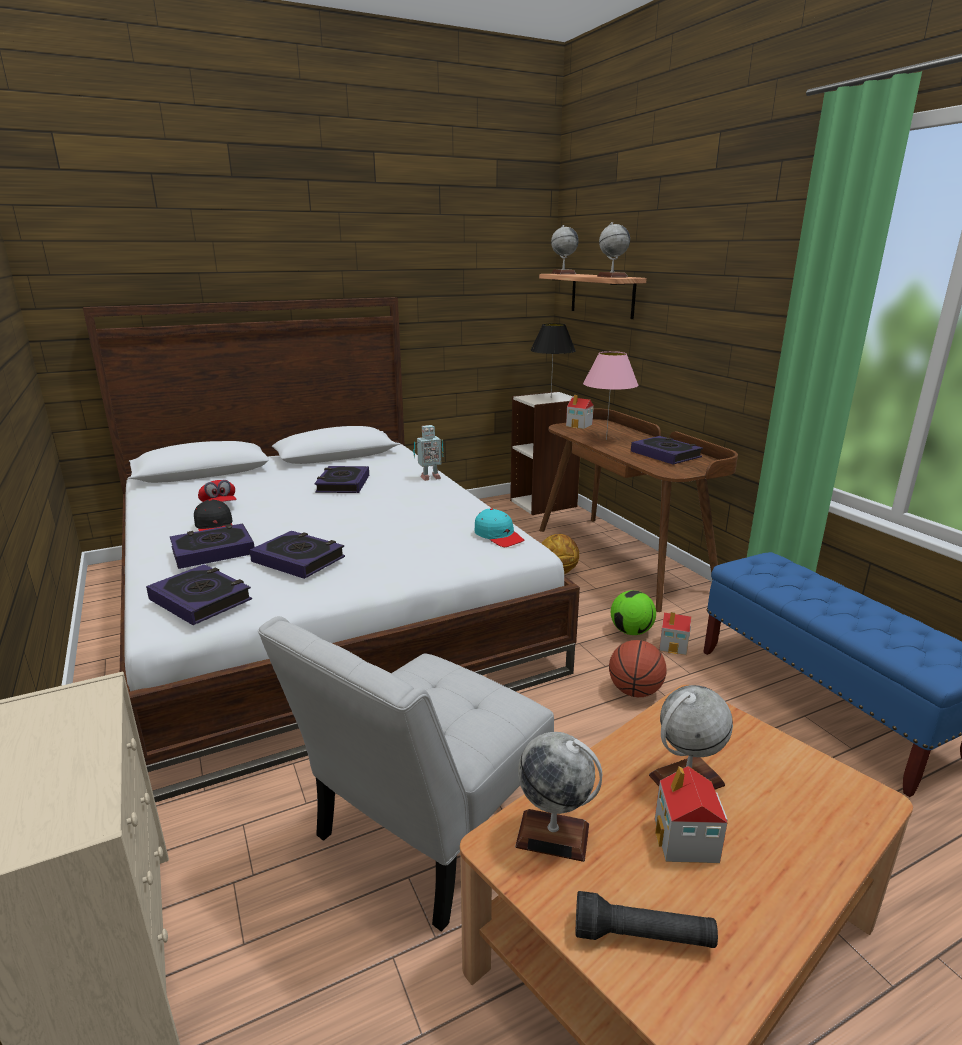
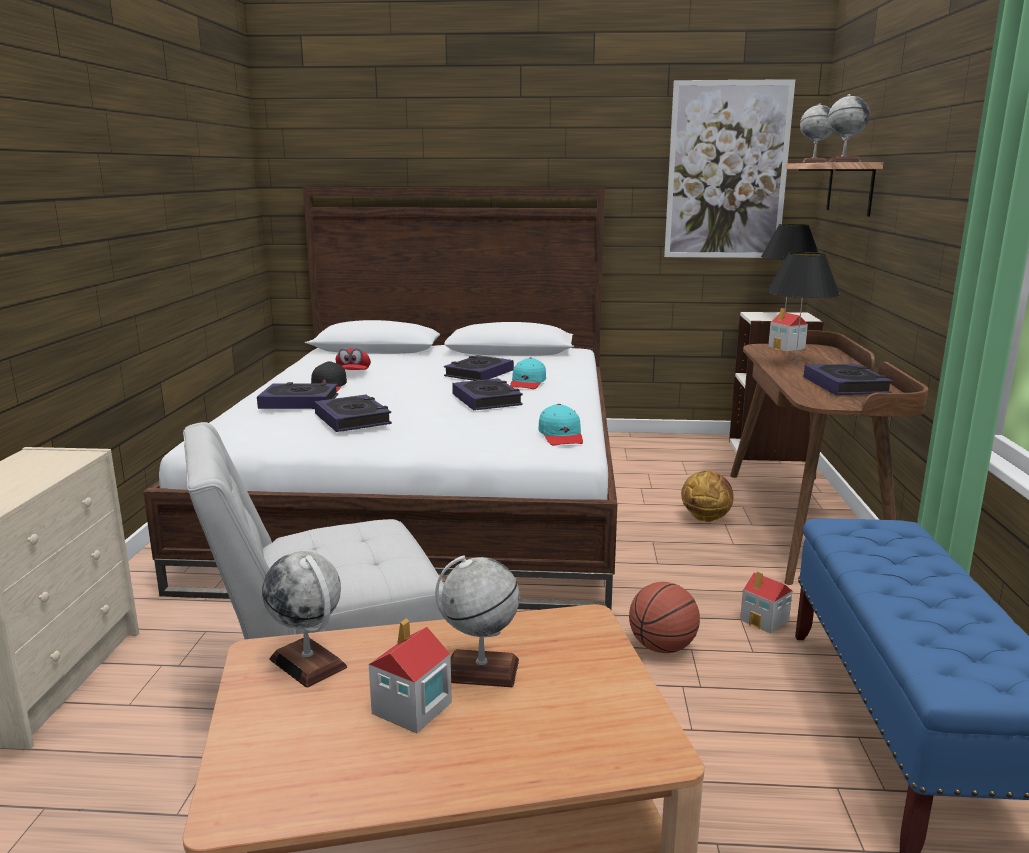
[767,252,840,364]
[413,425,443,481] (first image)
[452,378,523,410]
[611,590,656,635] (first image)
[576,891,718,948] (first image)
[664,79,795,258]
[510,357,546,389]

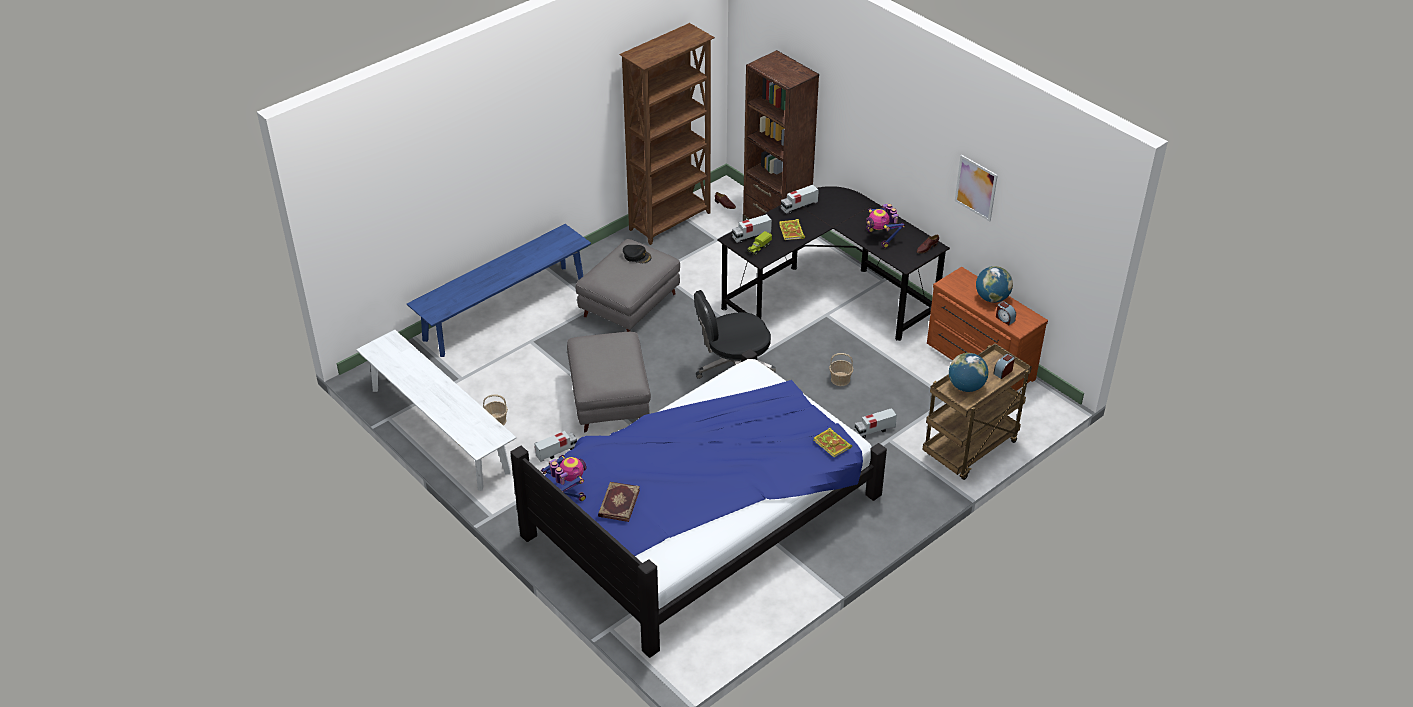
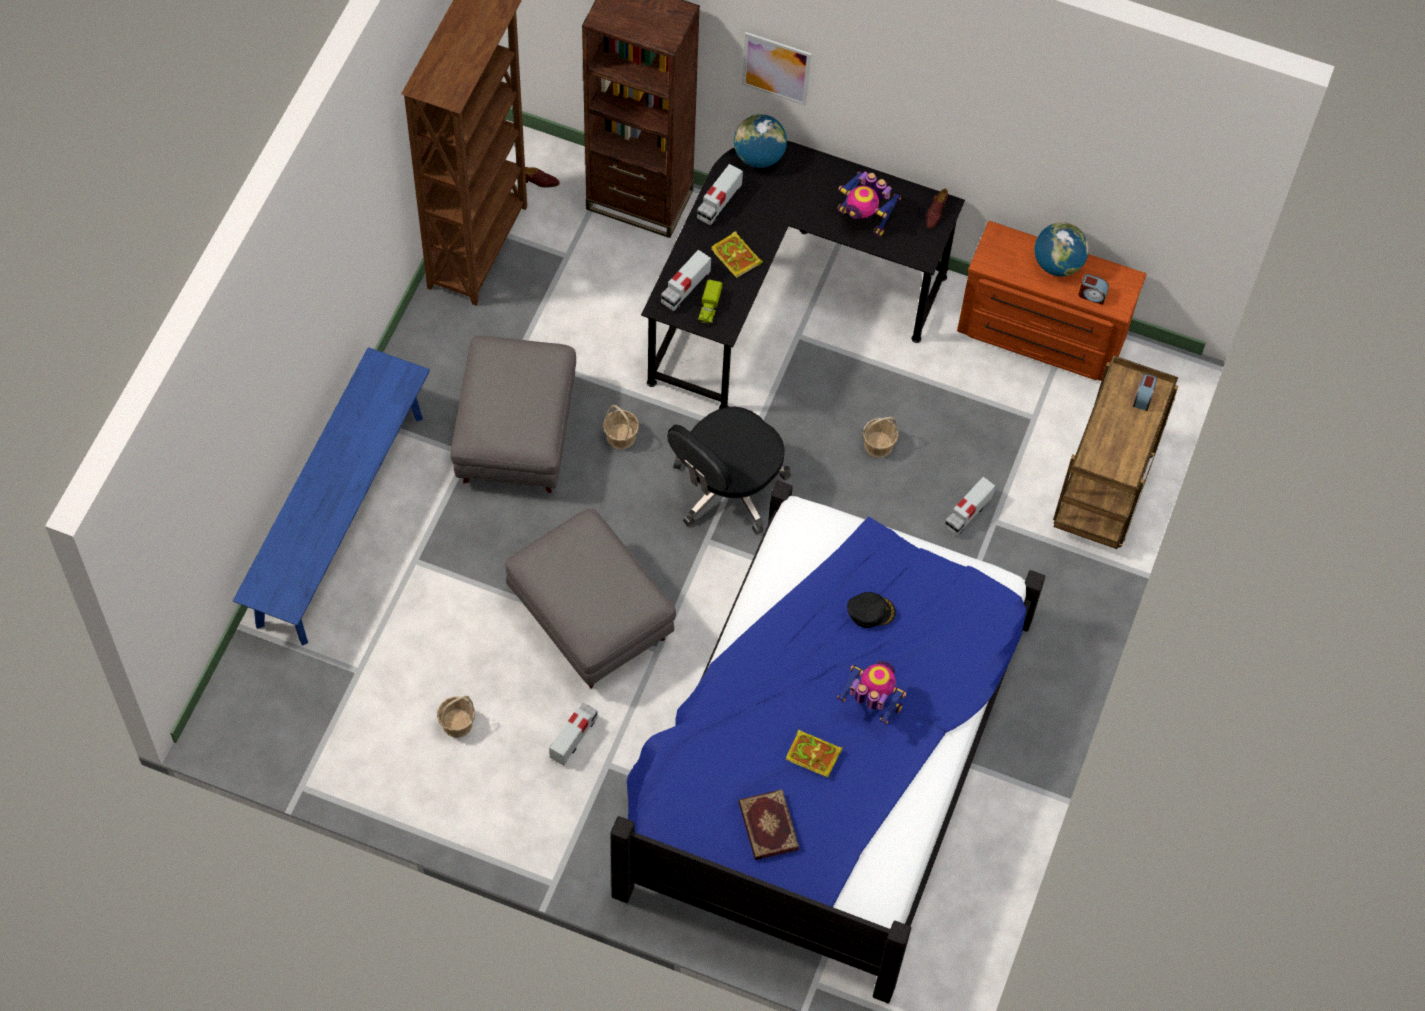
[742,32,811,106]
[847,592,896,628]
[356,330,516,491] (first image)
[734,114,787,168]
[786,730,843,777]
[837,661,906,725]
[603,404,639,449]

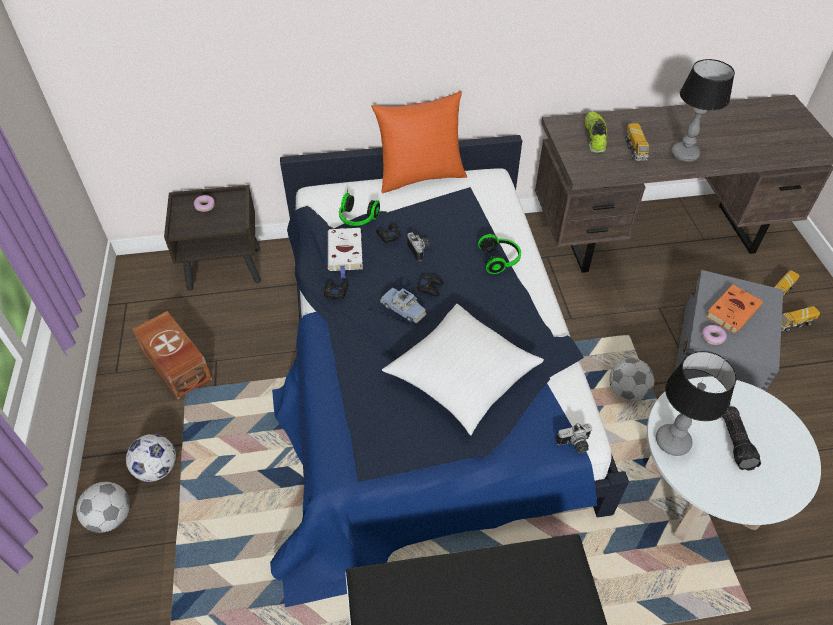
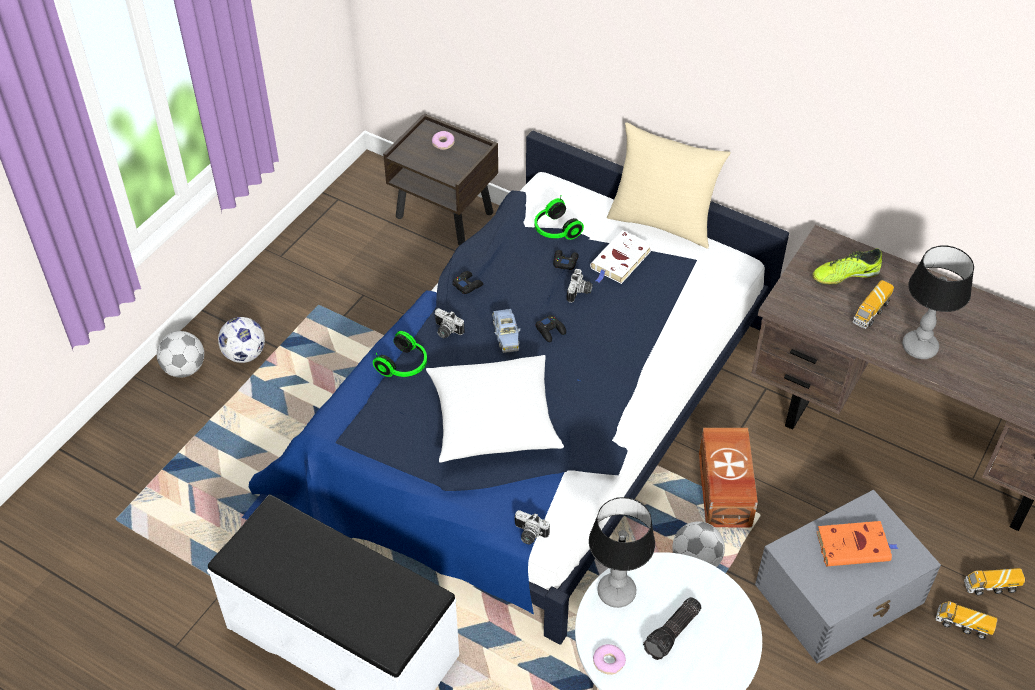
[607,122,731,249]
[812,248,882,285]
[590,230,652,284]
[373,331,427,377]
[699,428,758,527]
[593,644,626,675]
[434,308,464,338]

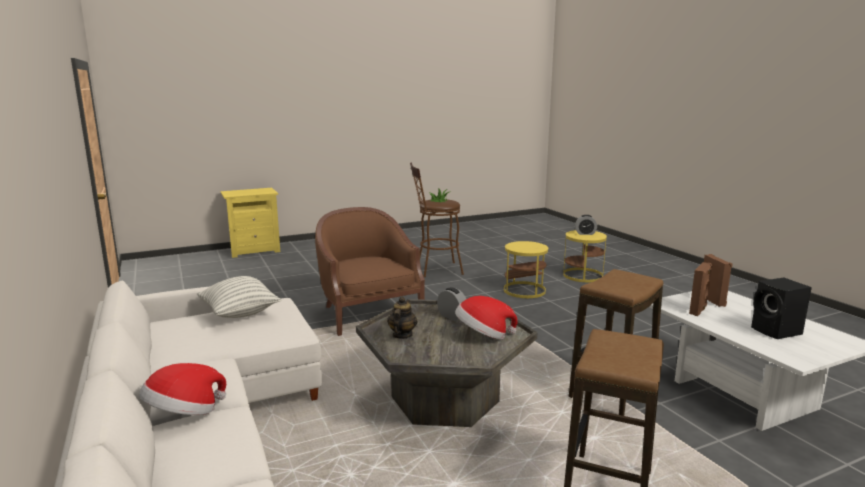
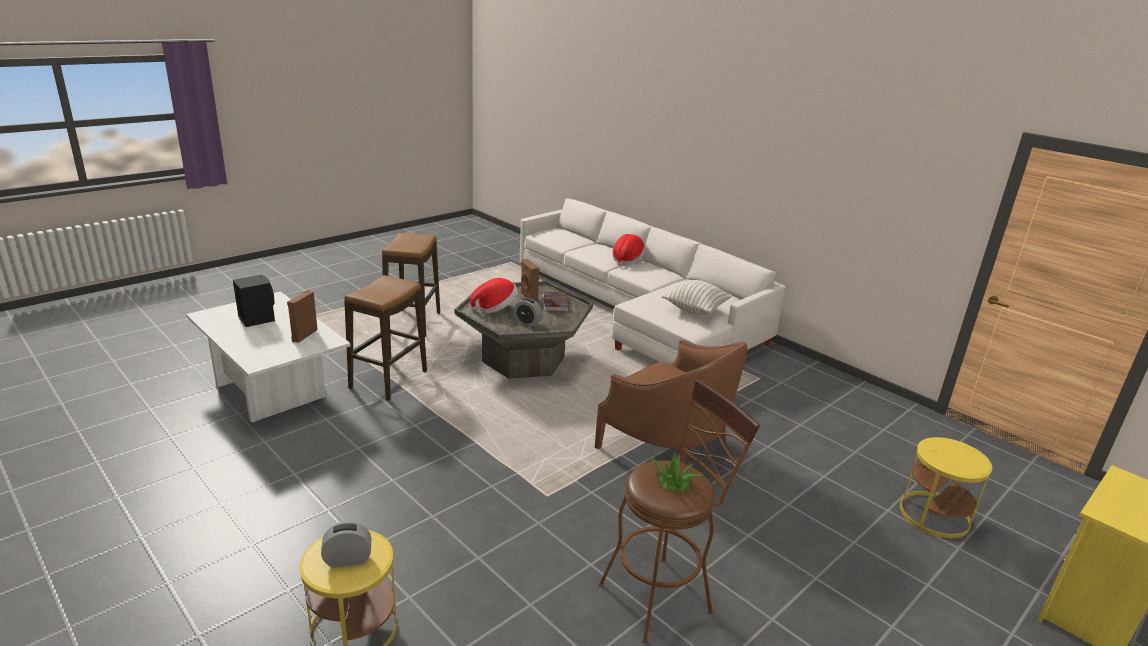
[900,437,992,538]
[520,259,539,302]
[542,292,569,312]

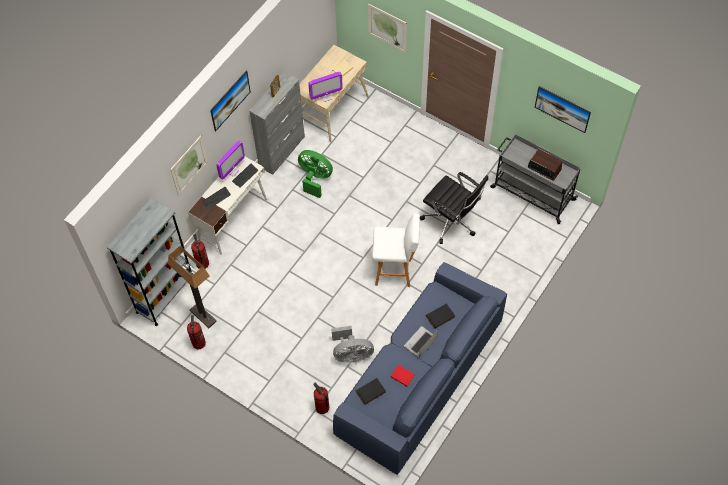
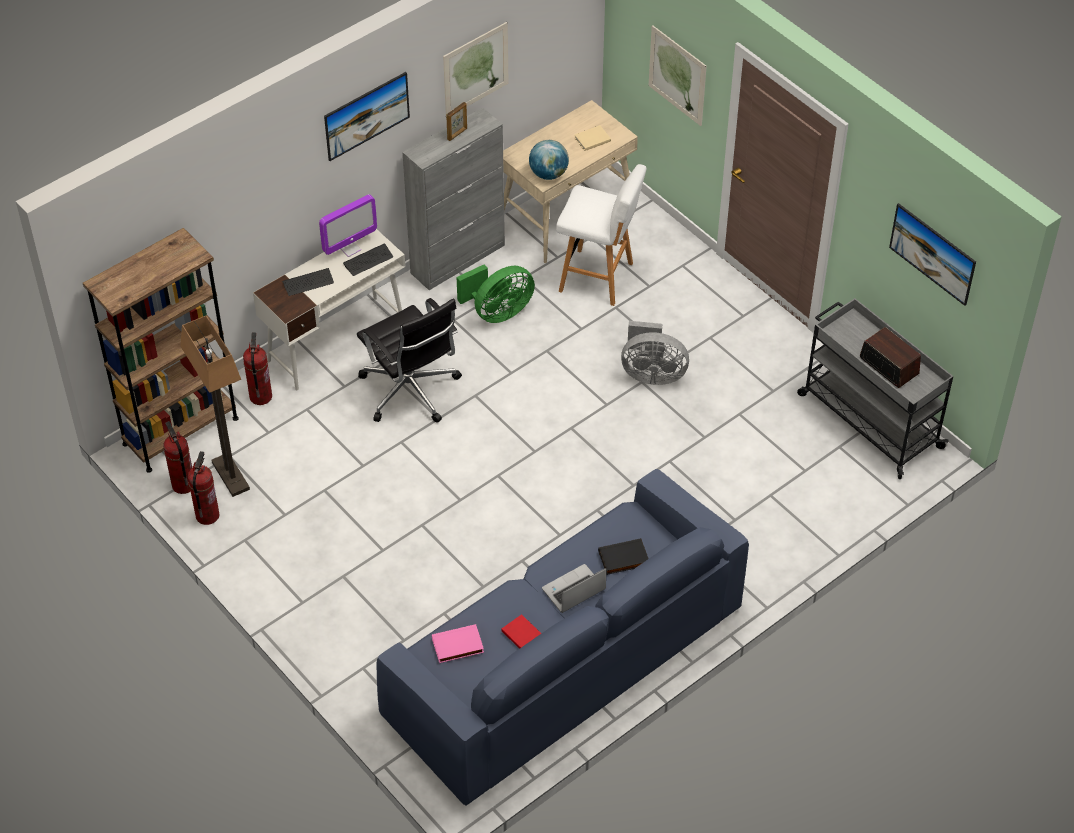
[529,140,569,180]
[443,22,508,117]
[456,264,535,323]
[357,298,462,422]
[83,228,239,473]
[556,164,647,306]
[621,321,689,385]
[432,624,484,663]
[163,421,192,494]

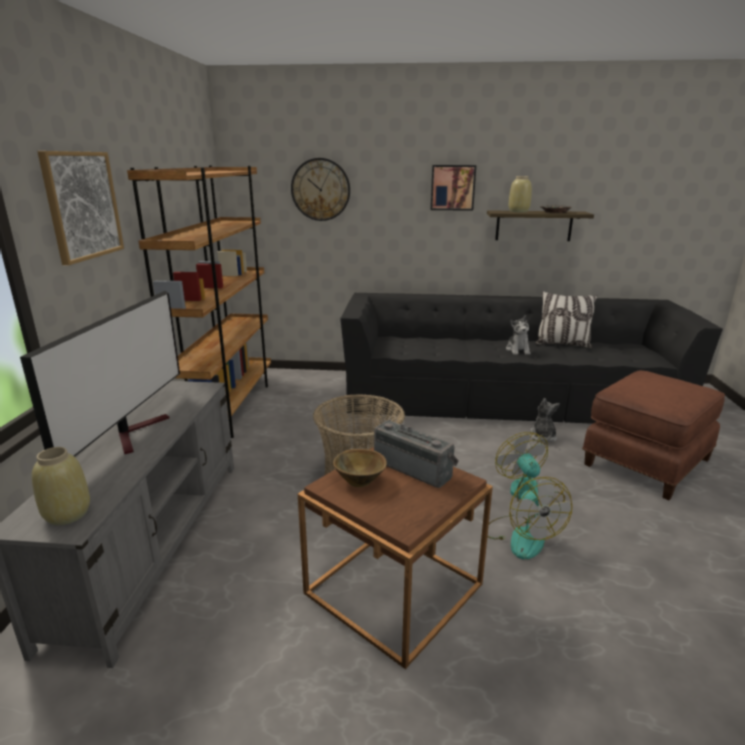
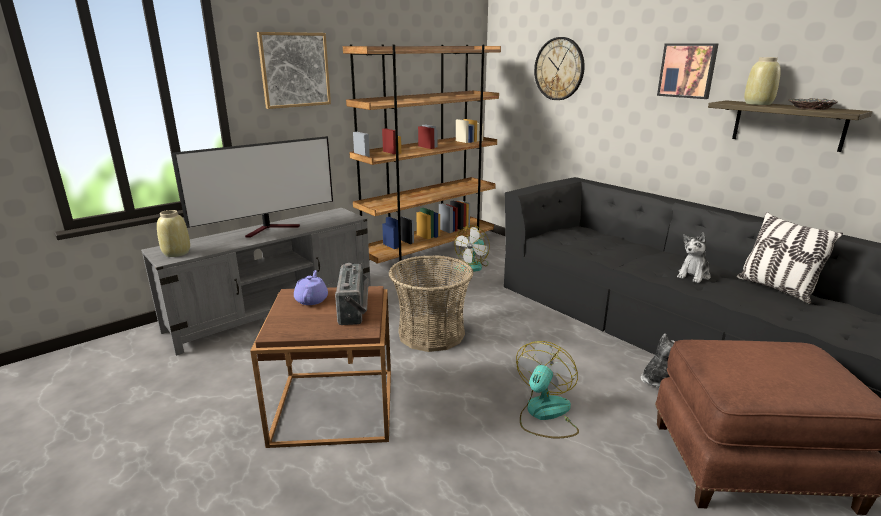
[294,270,328,305]
[454,225,490,272]

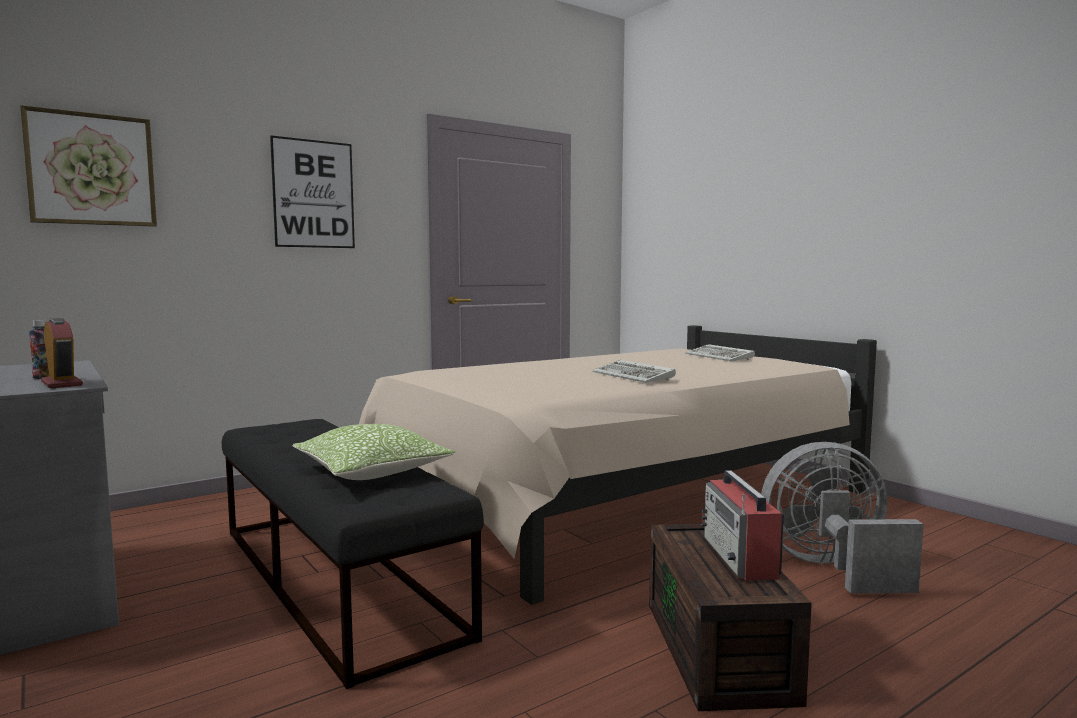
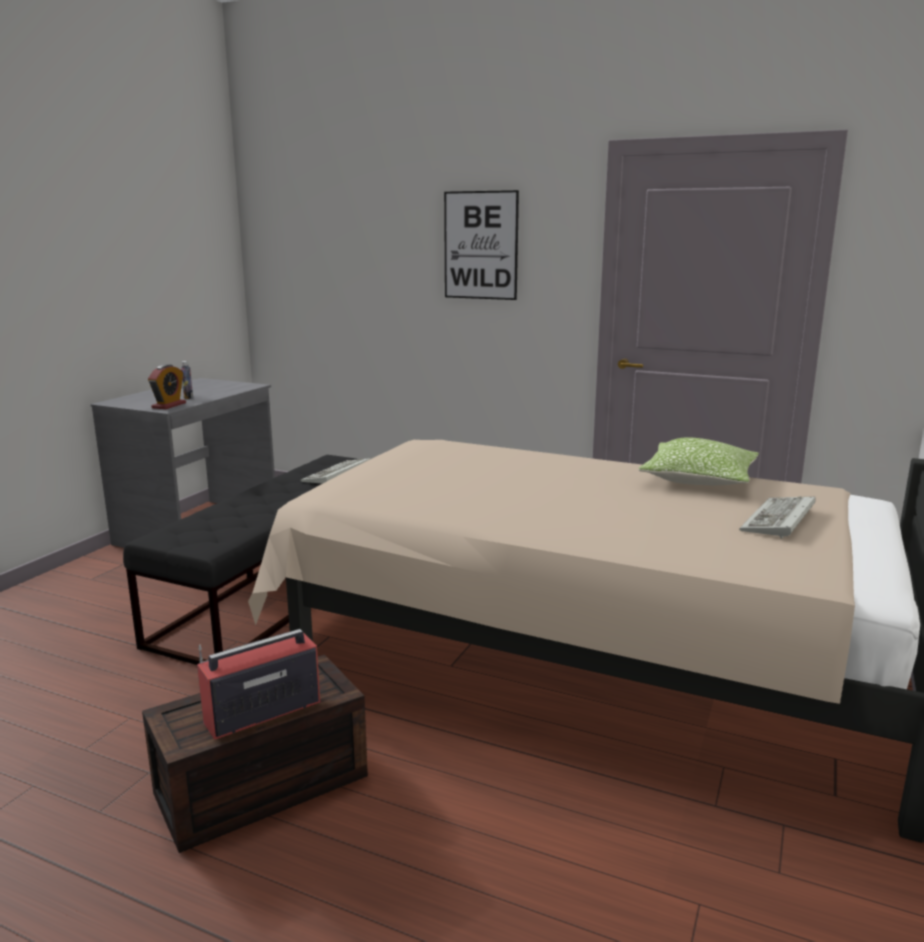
[20,105,157,227] (first image)
[300,458,371,484]
[638,437,759,485]
[761,442,924,593] (first image)

